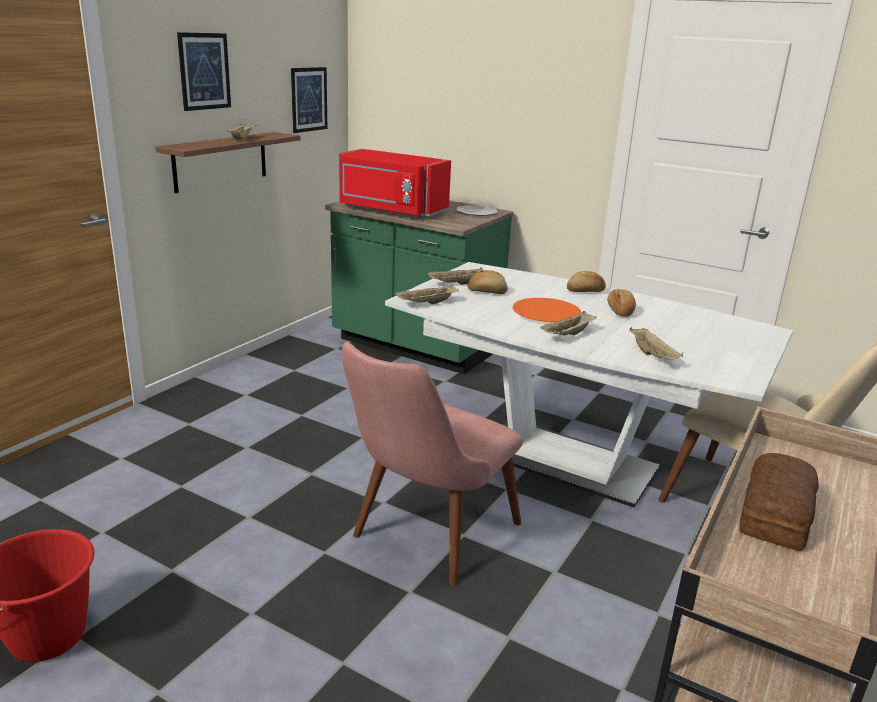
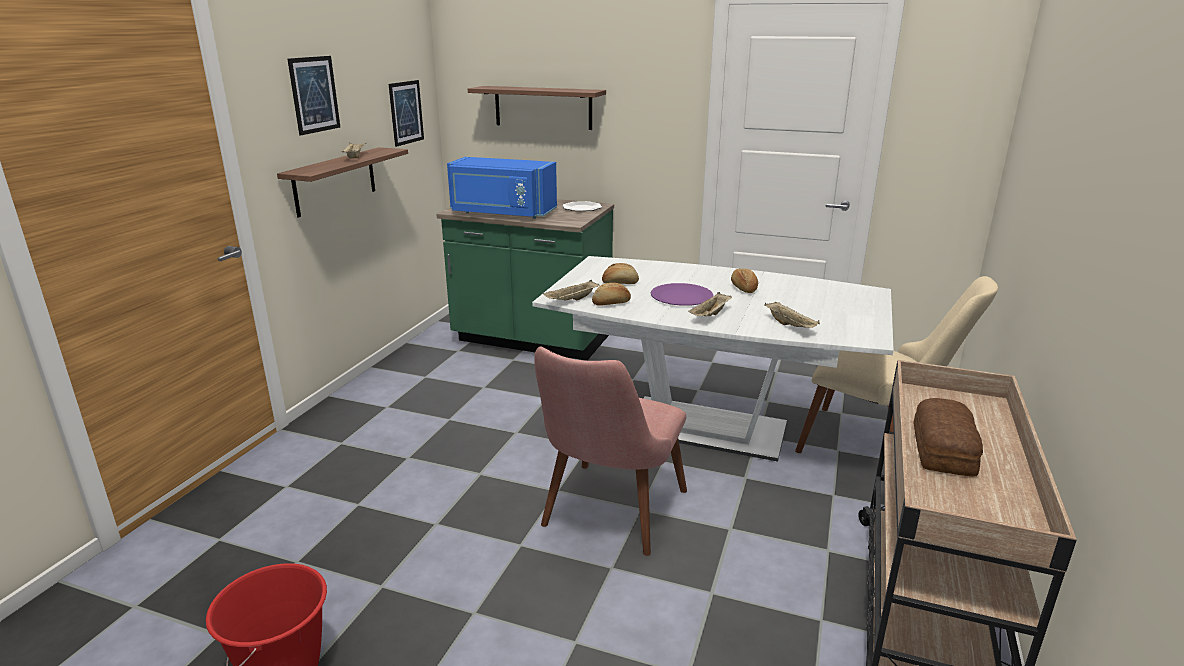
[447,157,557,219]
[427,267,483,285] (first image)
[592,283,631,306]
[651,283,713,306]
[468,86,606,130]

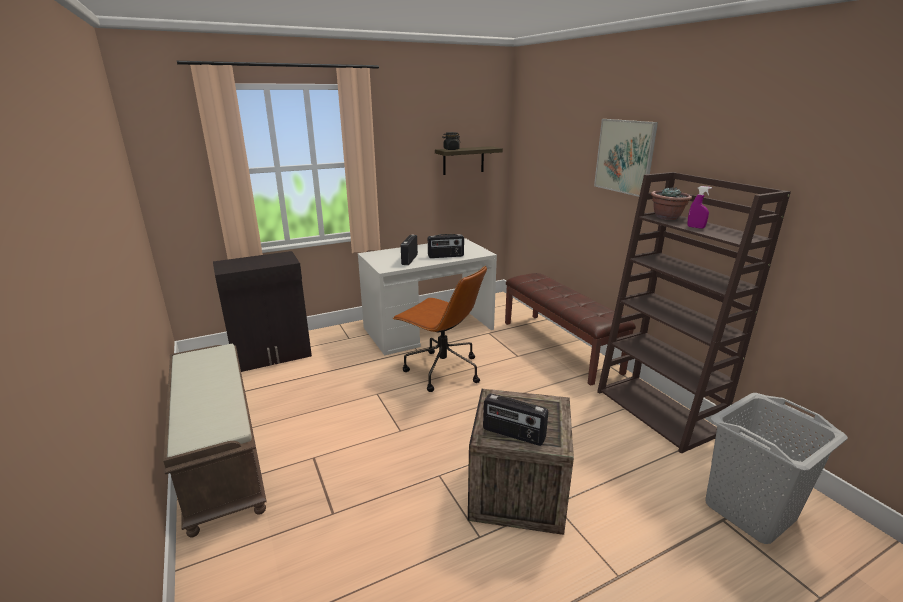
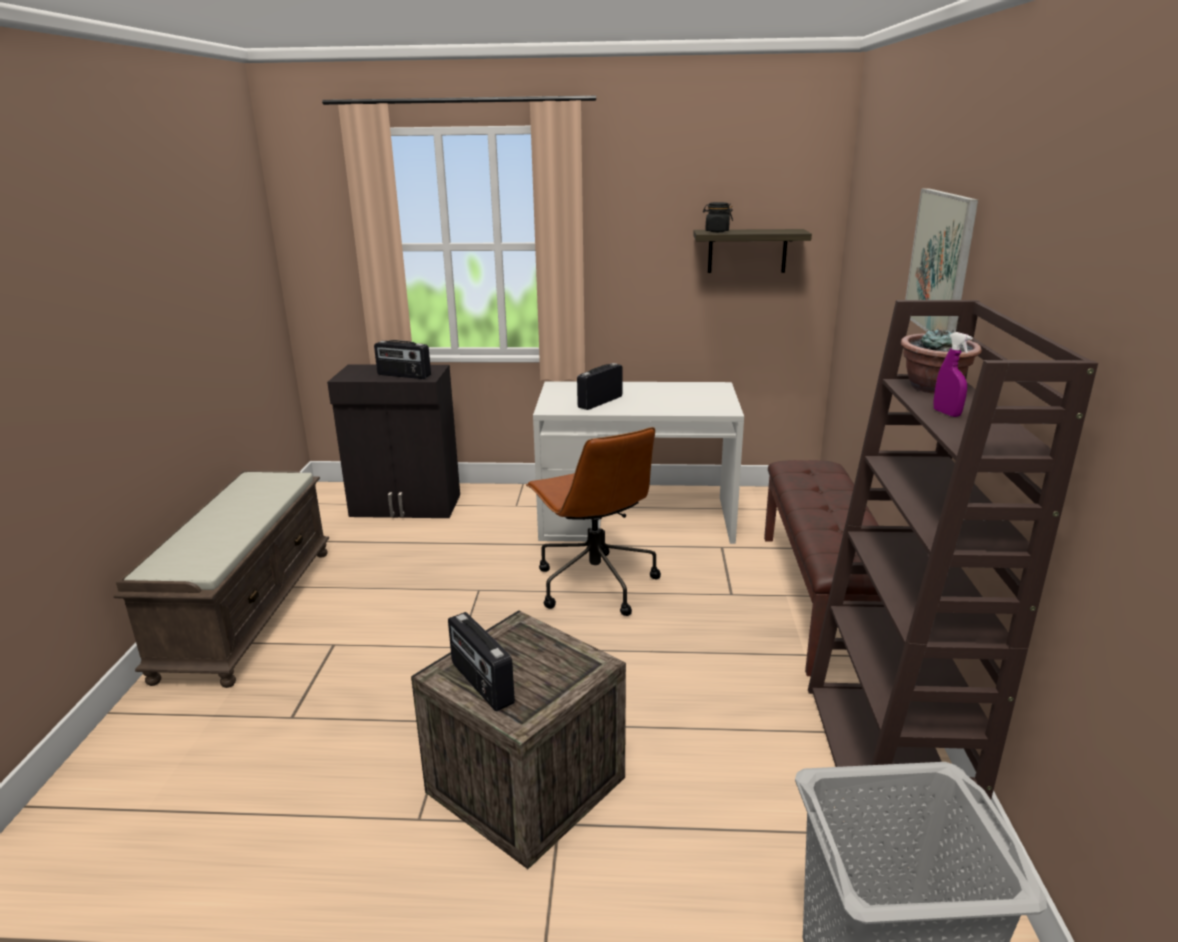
[374,340,431,379]

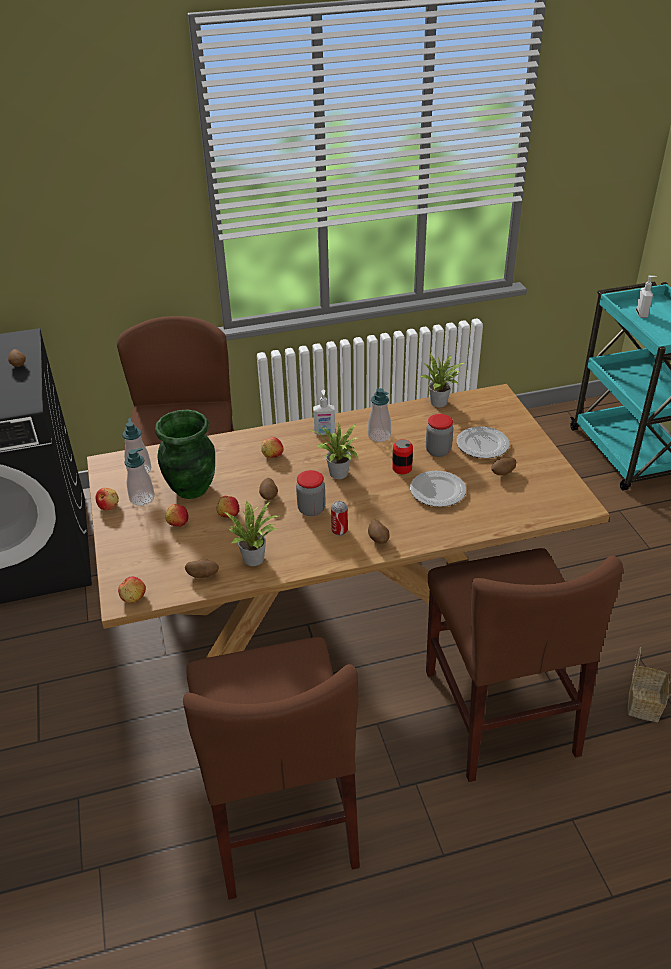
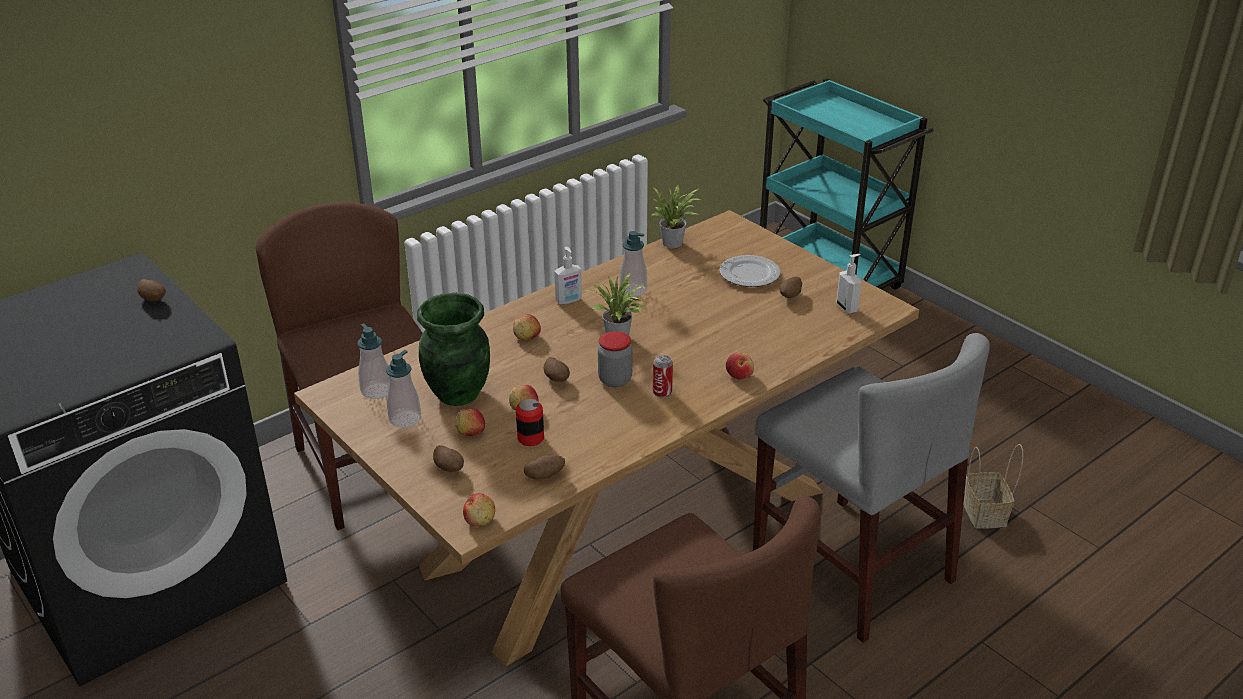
[836,254,861,314]
[426,414,453,457] (first image)
[516,399,544,446]
[410,471,466,507] (first image)
[726,352,754,379]
[224,501,279,566] (first image)
[433,445,464,472]
[753,333,990,643]

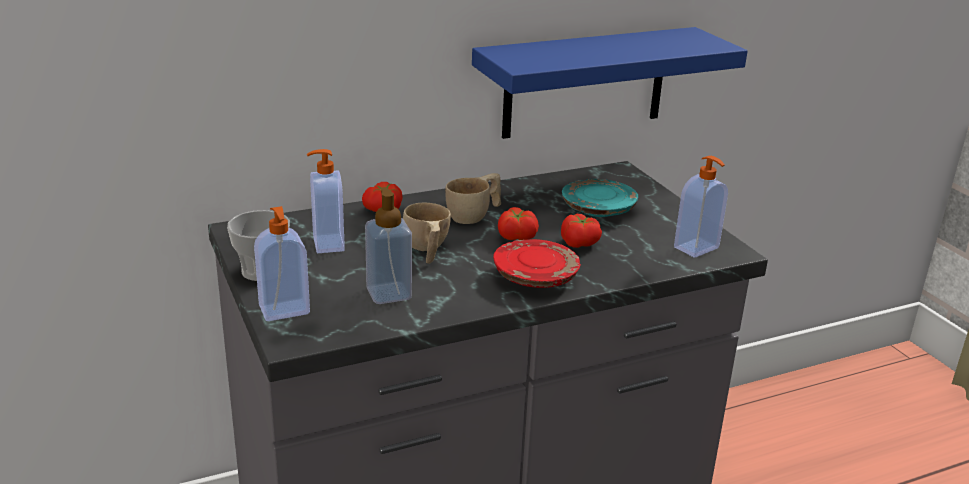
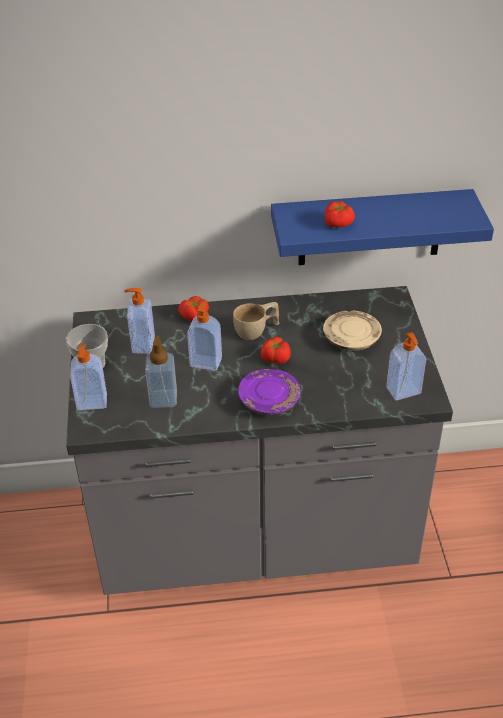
[323,311,382,351]
[187,301,222,371]
[325,201,355,227]
[238,369,300,415]

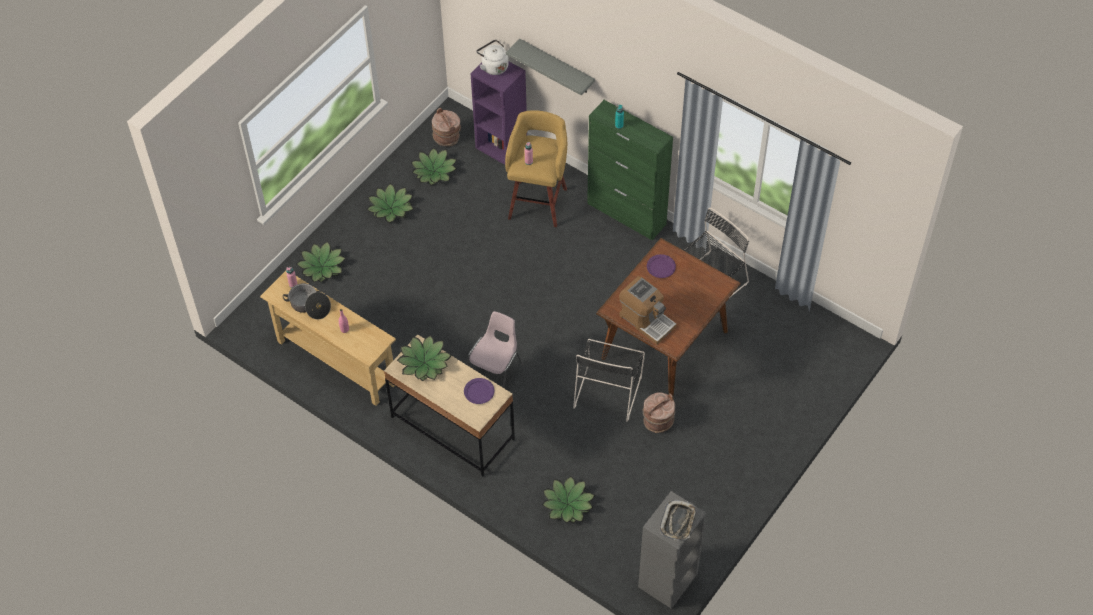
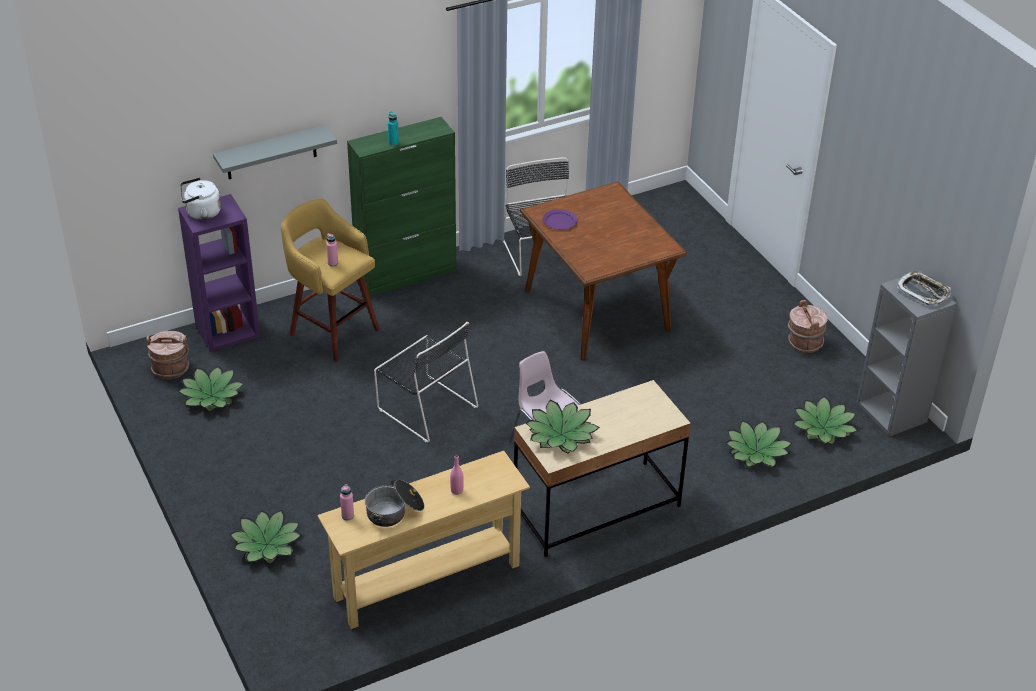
[793,396,858,445]
[619,276,677,345] (first image)
[374,322,478,442]
[464,378,494,404] (first image)
[787,300,828,353]

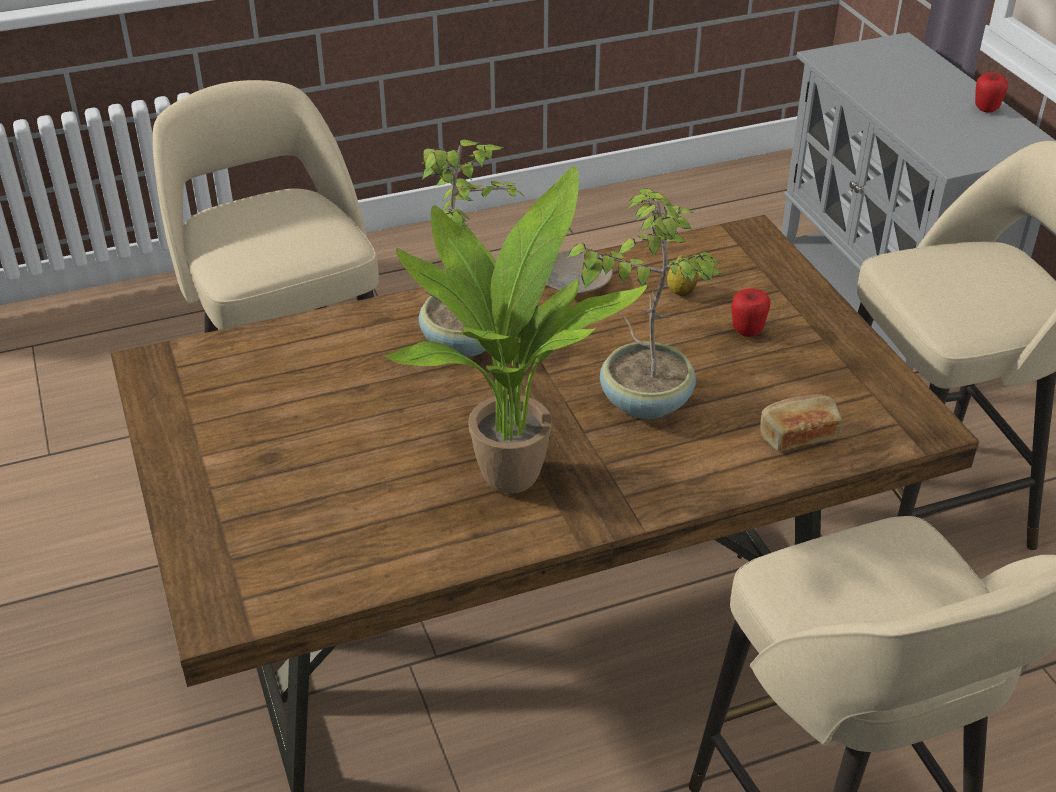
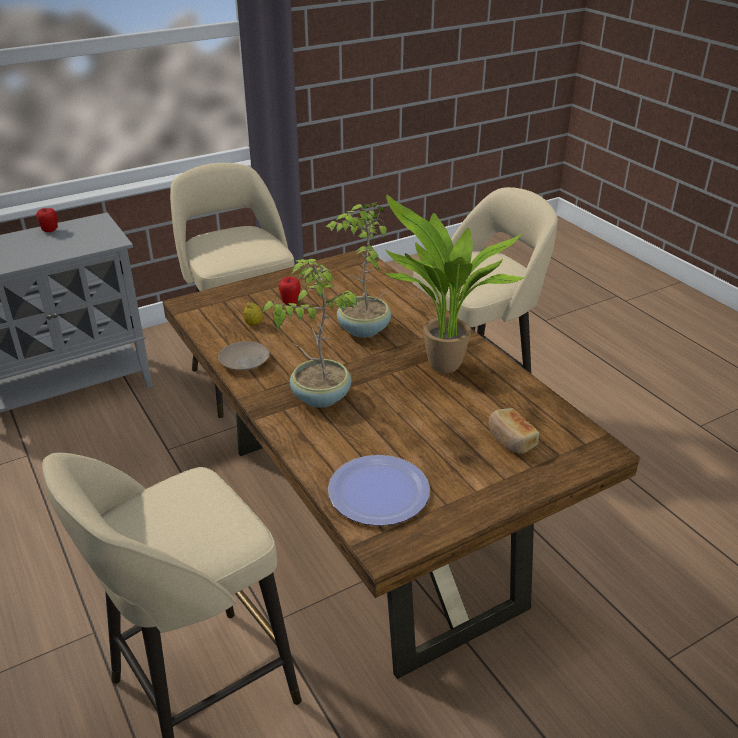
[488,408,539,454]
[328,455,430,526]

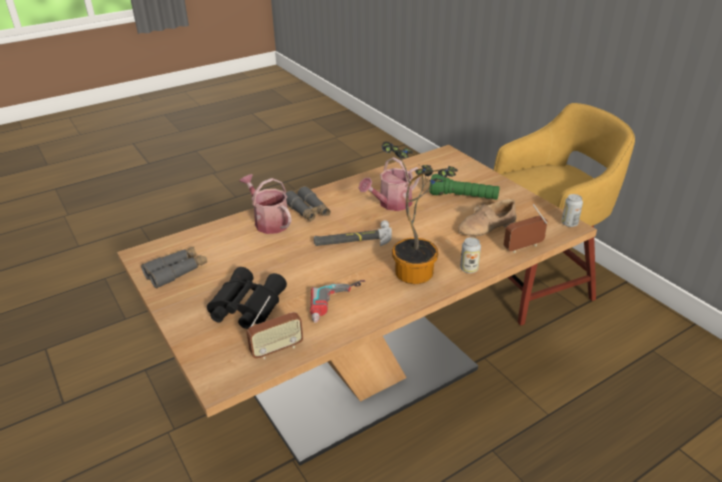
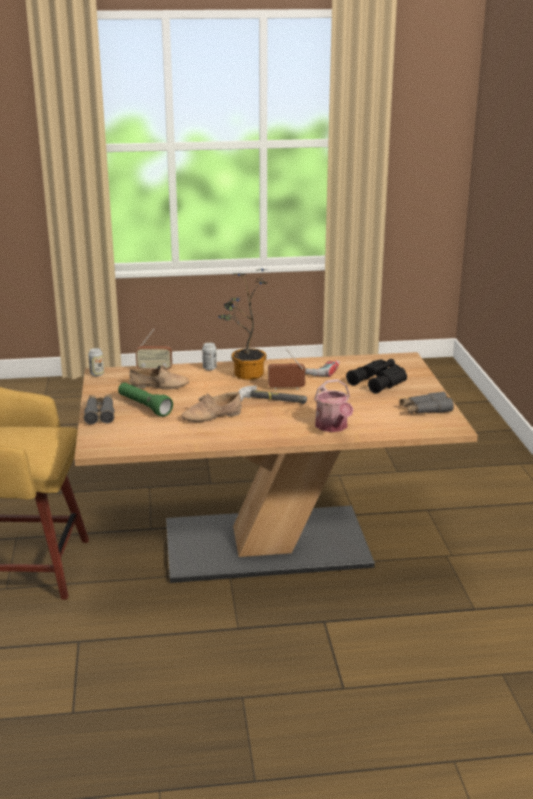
[181,392,242,422]
[84,394,114,424]
[268,348,305,390]

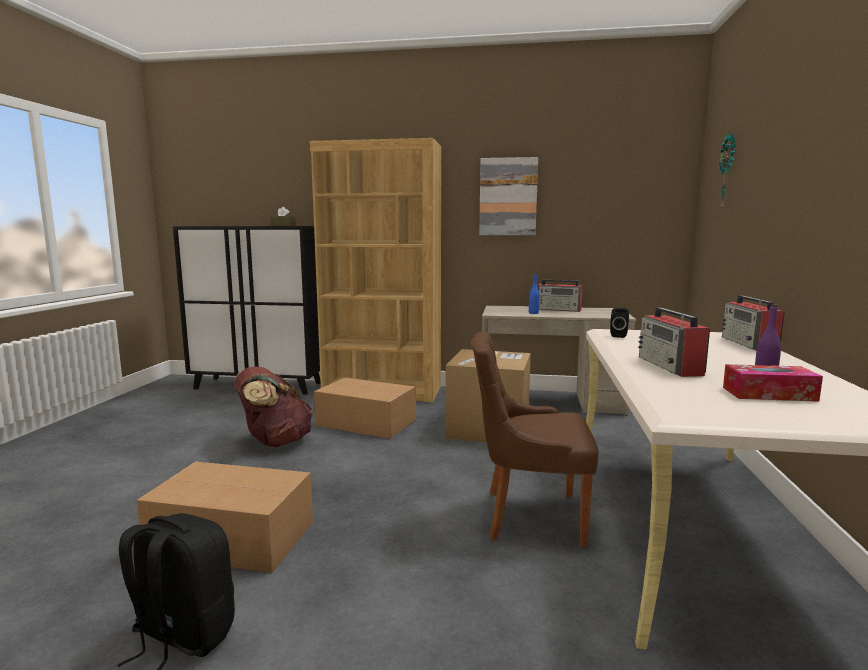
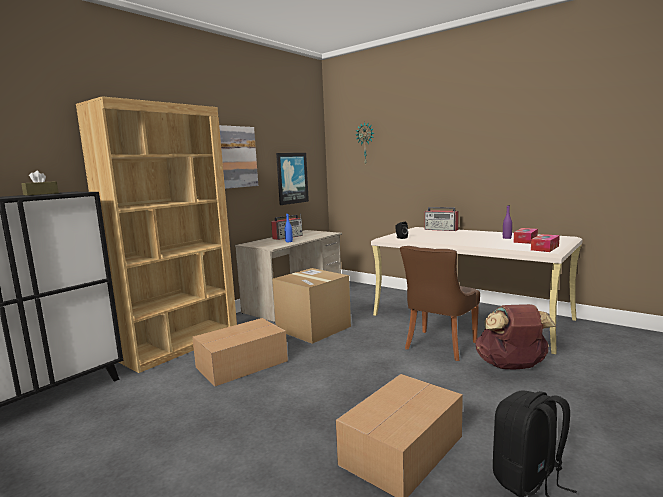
[638,308,710,377] (first image)
[476,304,556,369]
[276,153,309,205]
[531,234,560,252]

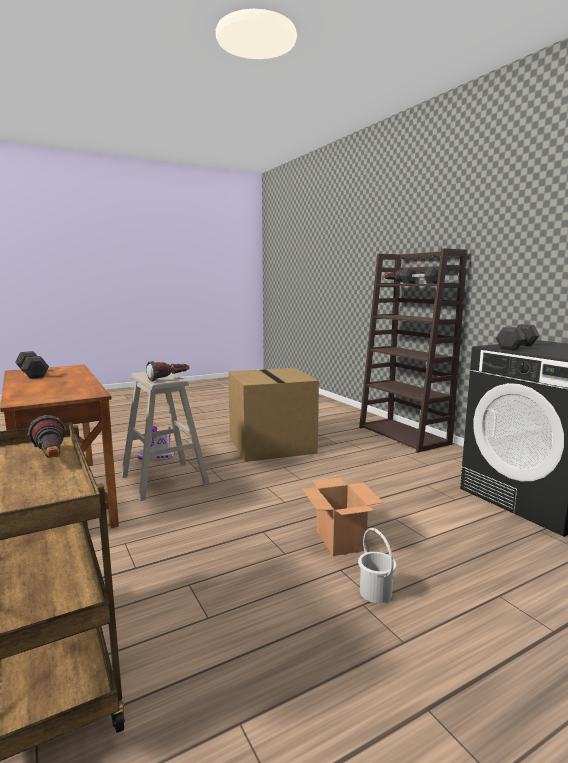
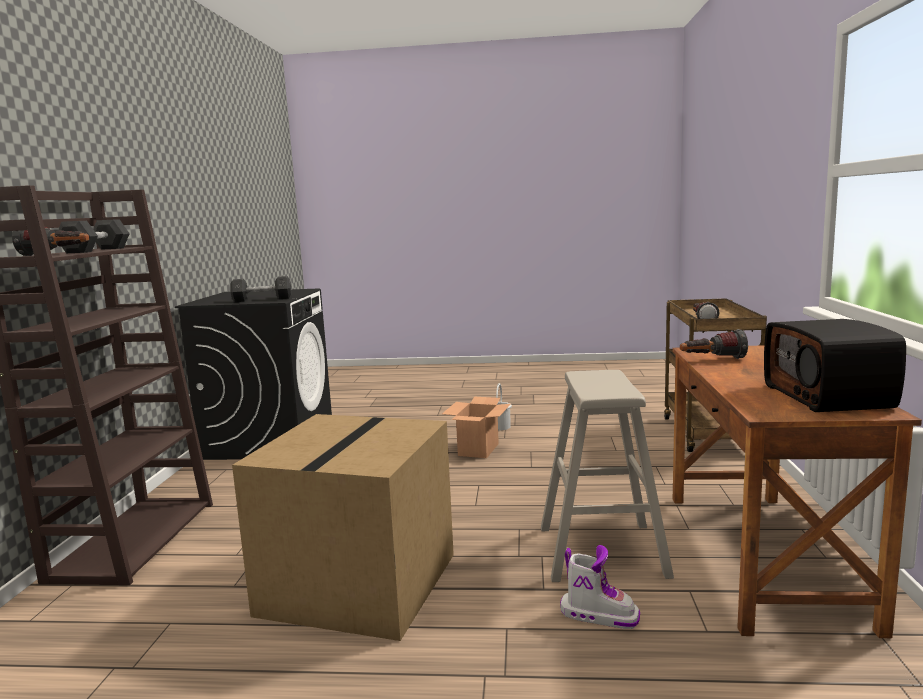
[764,319,906,412]
[680,329,748,359]

